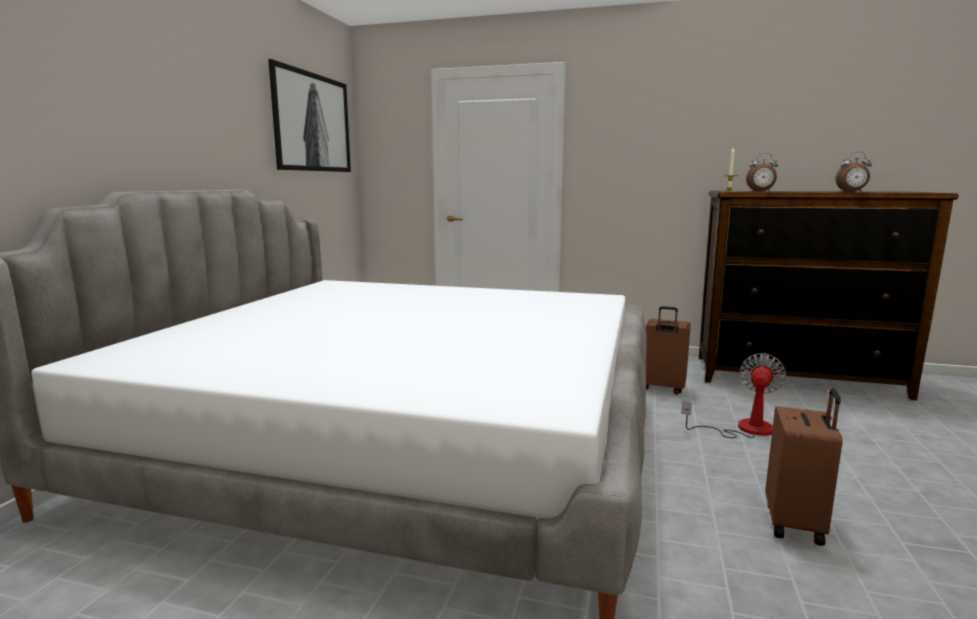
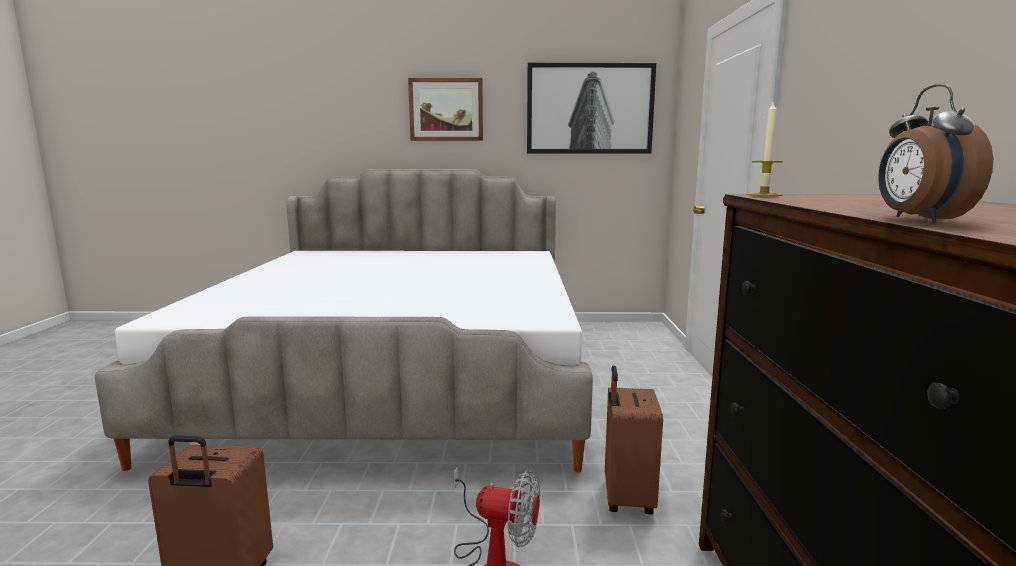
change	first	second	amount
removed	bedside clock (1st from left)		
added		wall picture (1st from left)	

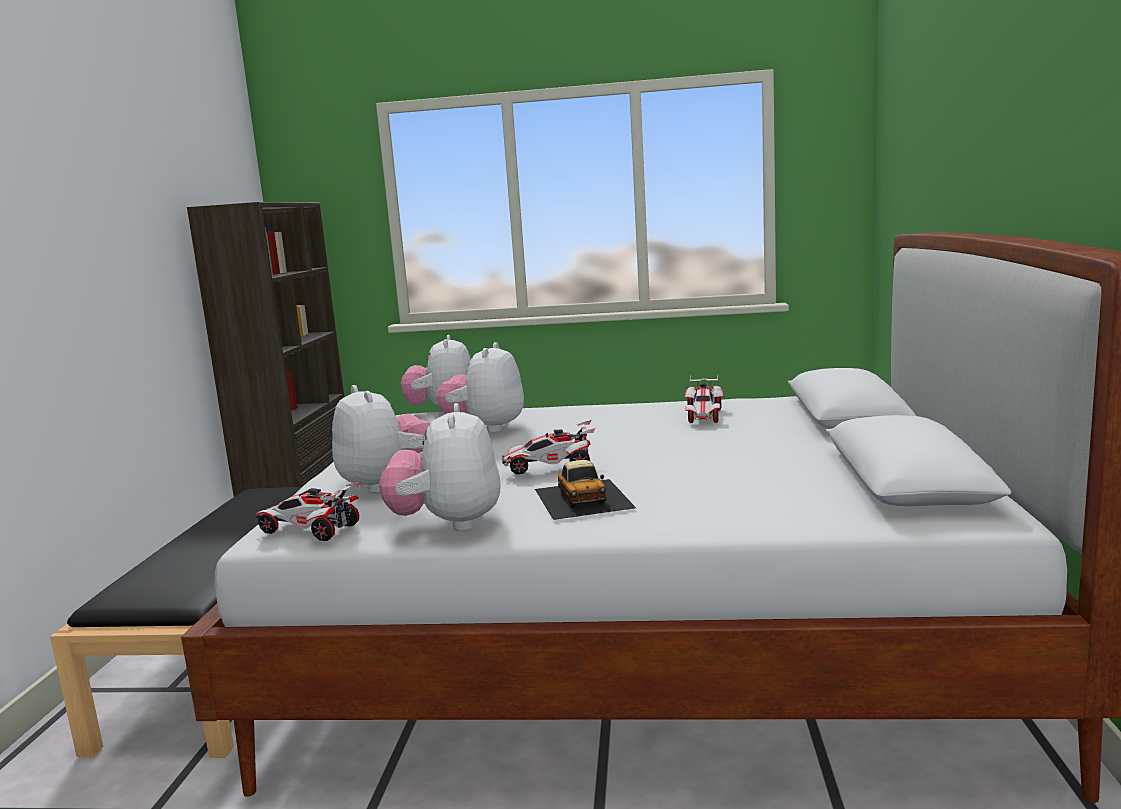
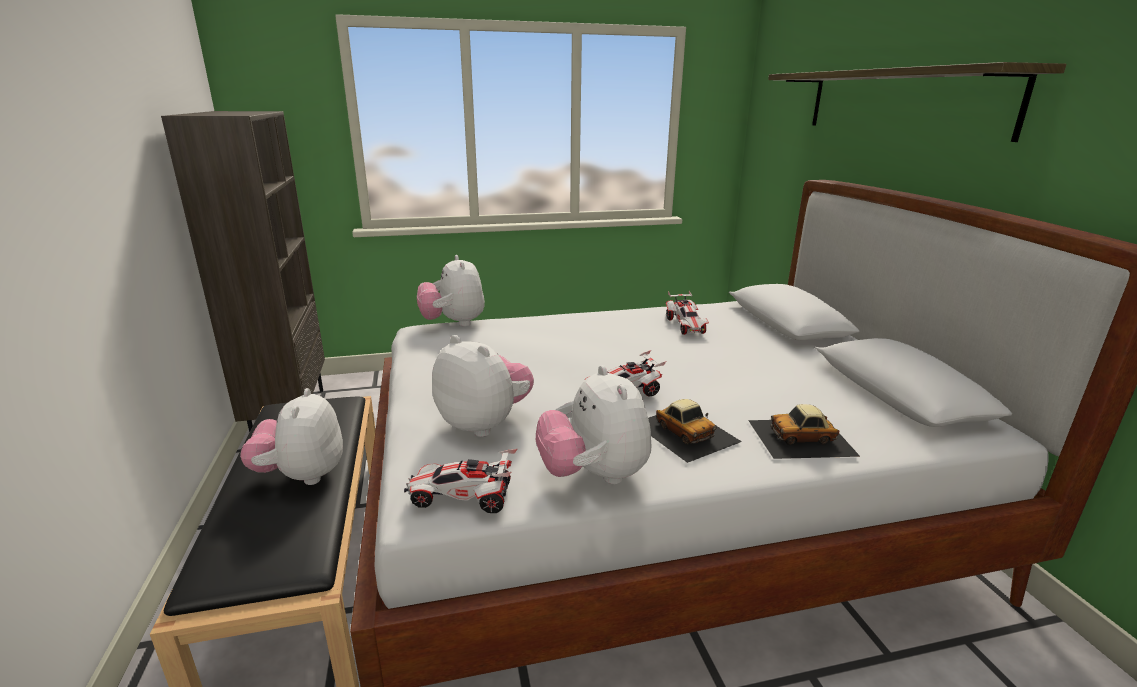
change	first	second	amount
moved	plush toy (4th from left in the first image)	plush toy (1st from left)	
added		shelf	
added		miniature car (5th from left)	

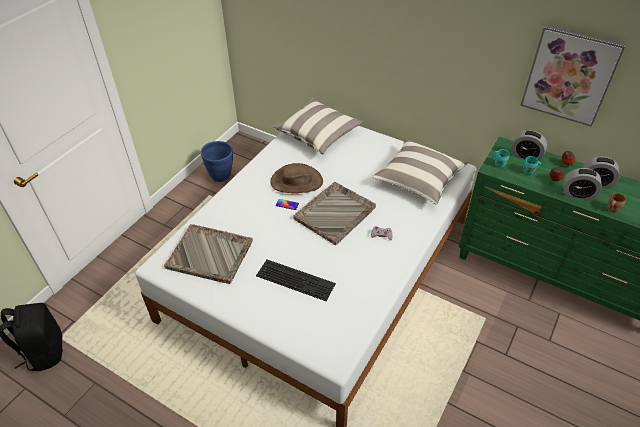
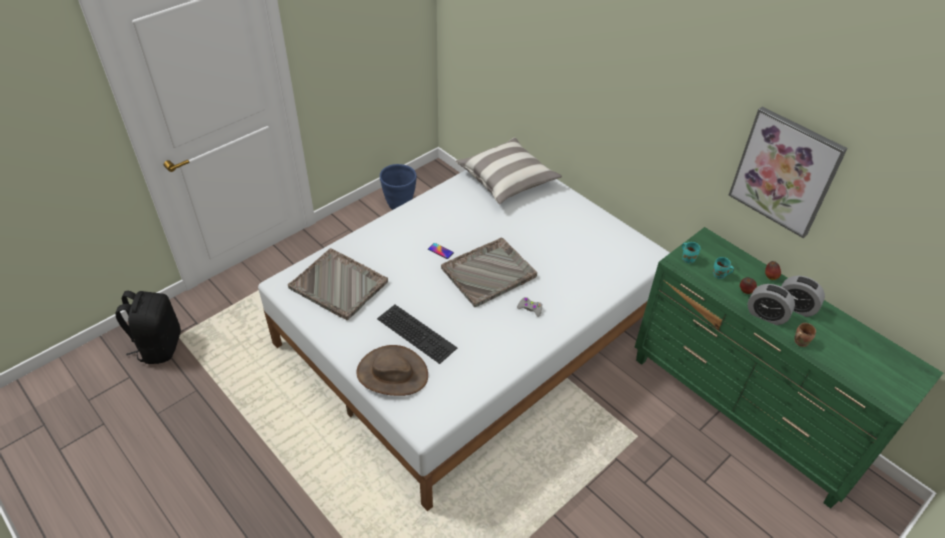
change	first	second	amount
removed	bedside clock (1st from left)		
removed	throw pillow (2nd from left)		
moved	brown-coloured clothing hat		

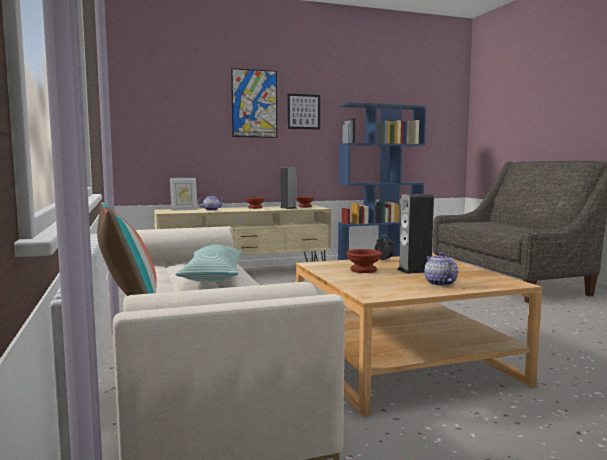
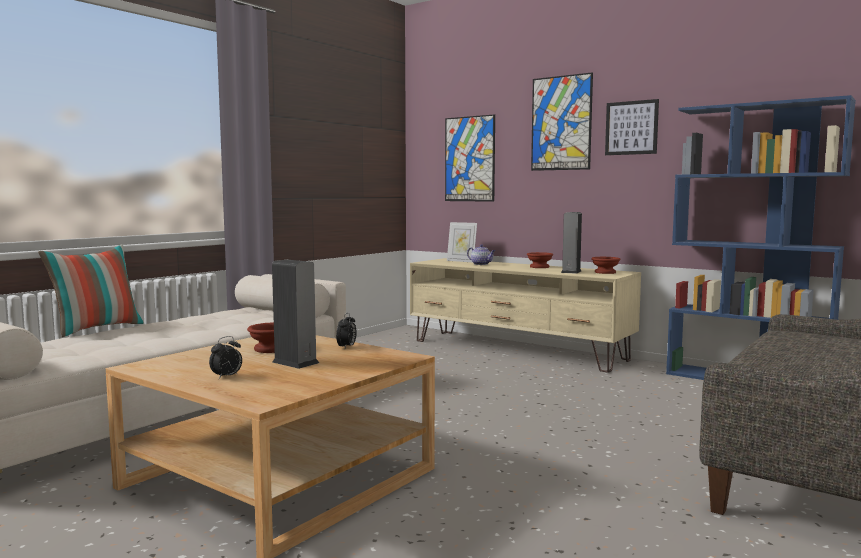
change	first	second	amount
removed	throw pillow (2nd from left)		
replaced	pot for tea (2nd from left)	bedside clock (1st from left)	
added		wall picture (1st from left)	

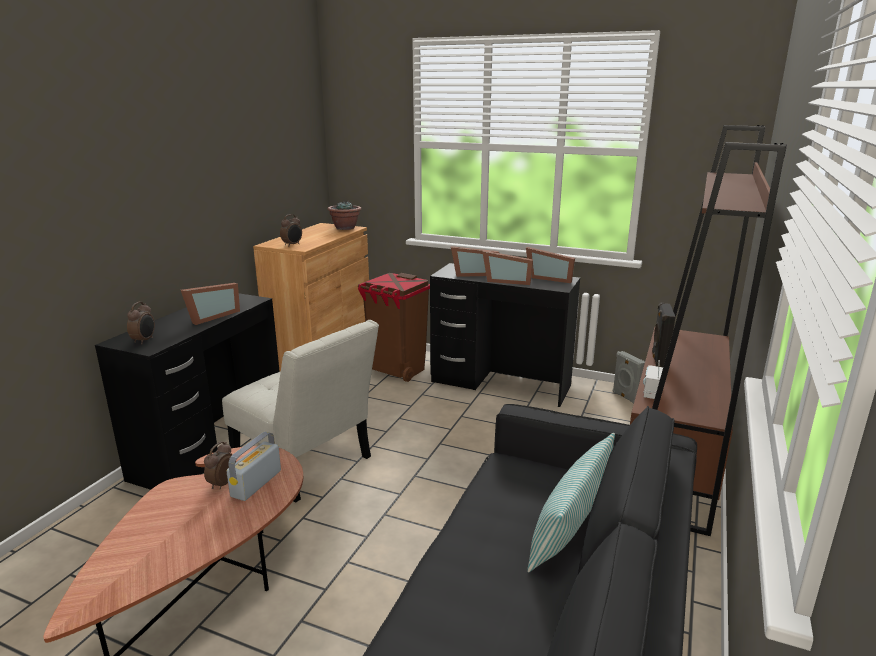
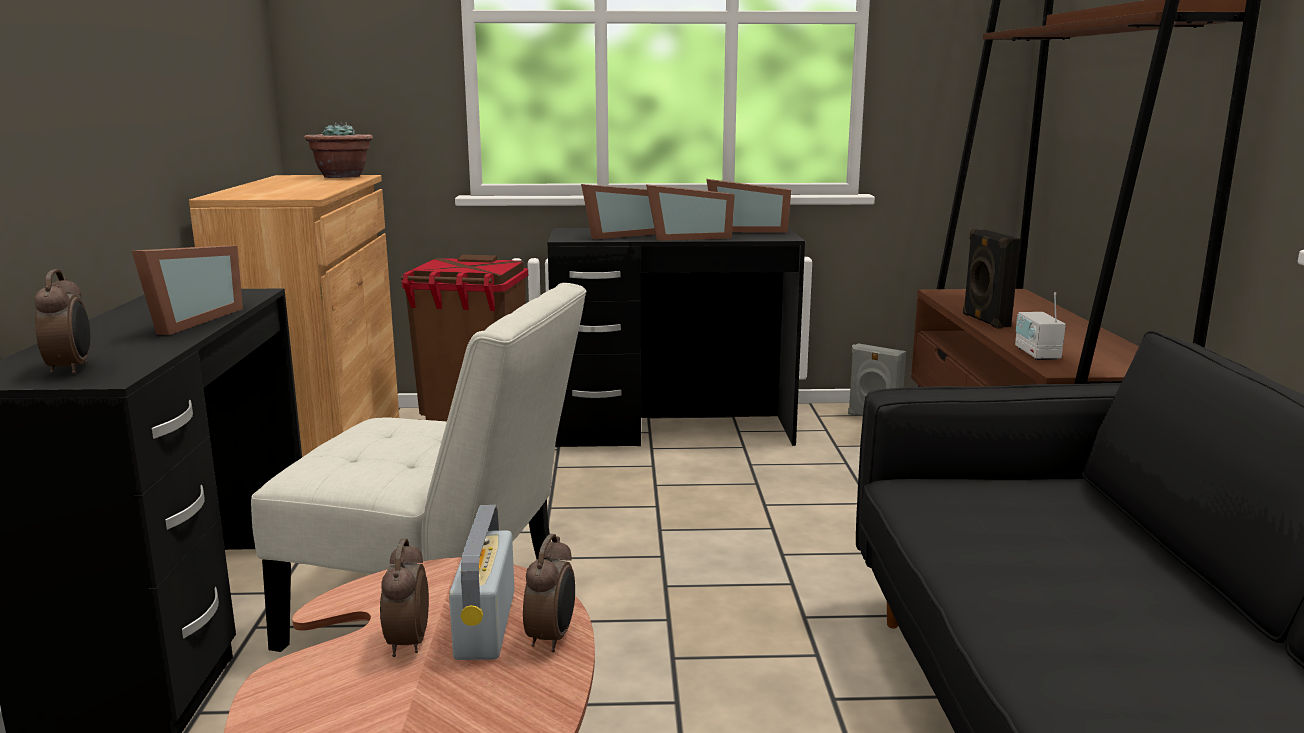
change	first	second	amount
moved	bedside clock (3rd from left)		
removed	throw pillow		

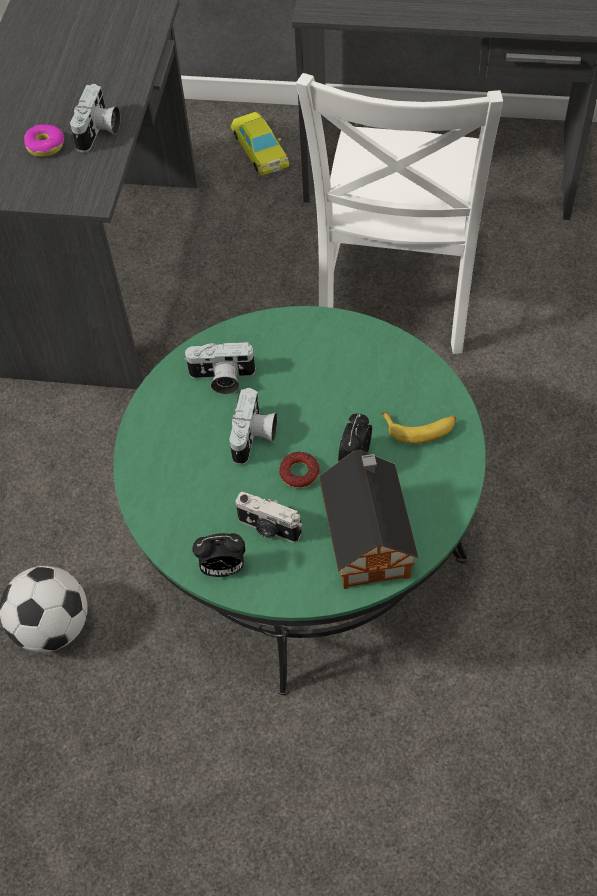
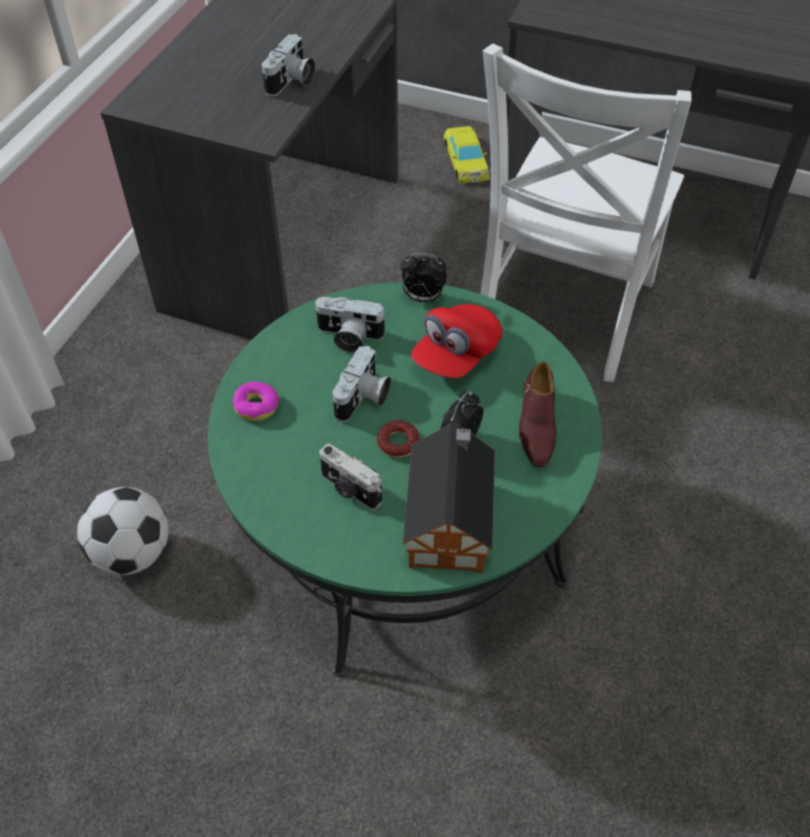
change	first	second	amount
moved	ring doughnut (1st from left)		
replaced	whole banana	brown-coloured item of footwear	
moved	bedside clock (1st from left)		
added		red baseball cap	

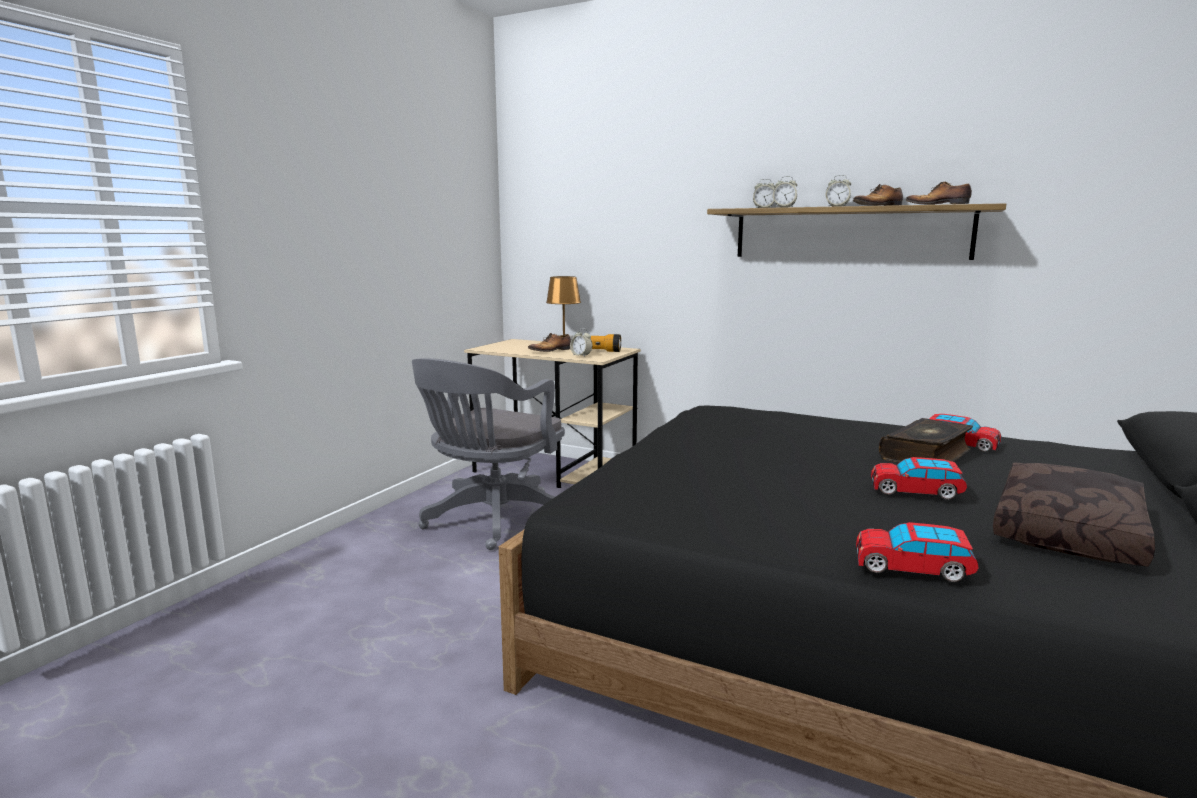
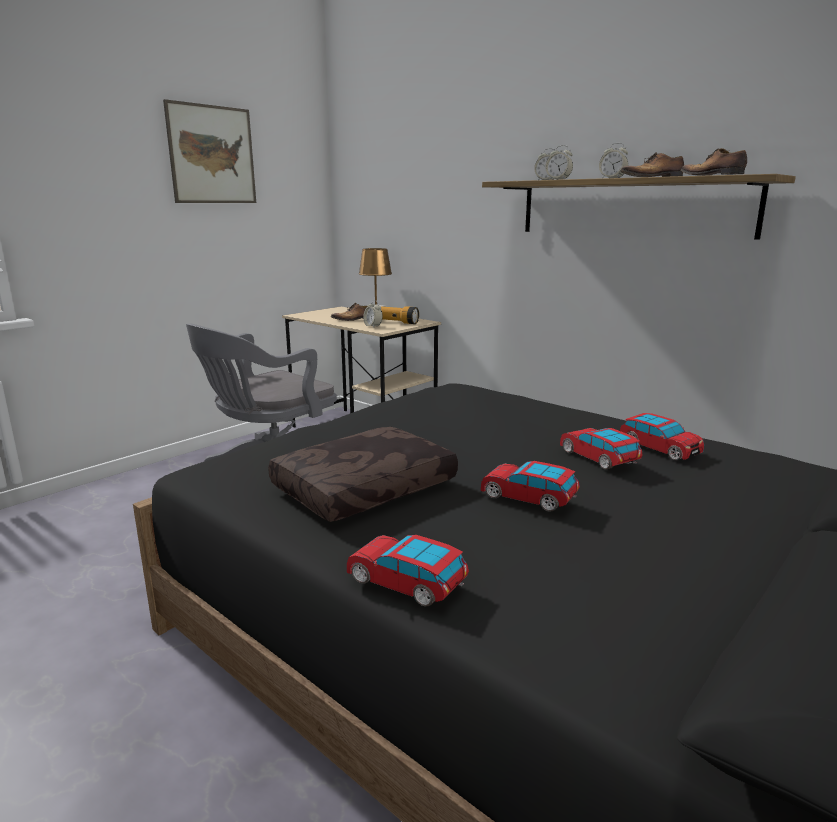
change	first	second	amount
replaced	bound book	miniature car (3rd from left)	
moved	brown-coloured throw pillow		
added		wall picture	

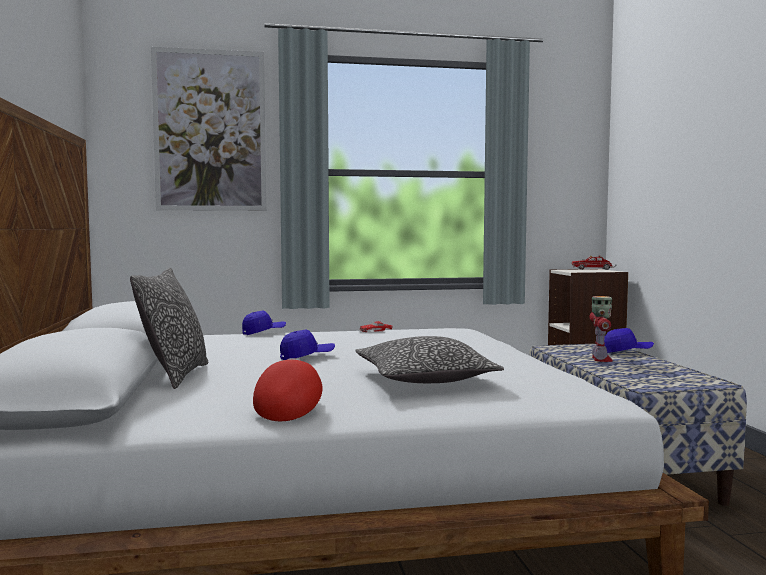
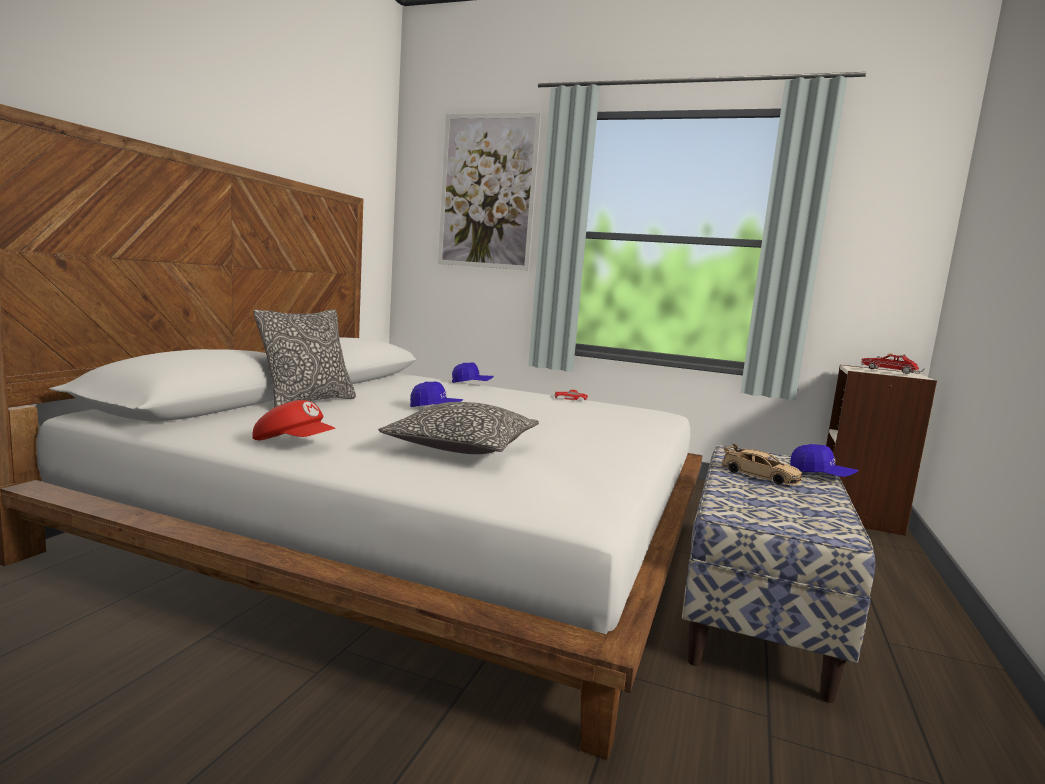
change	first	second	amount
replaced	model robot	sand-coloured miniature car	
turned	red baseball cap		75 degrees clockwise

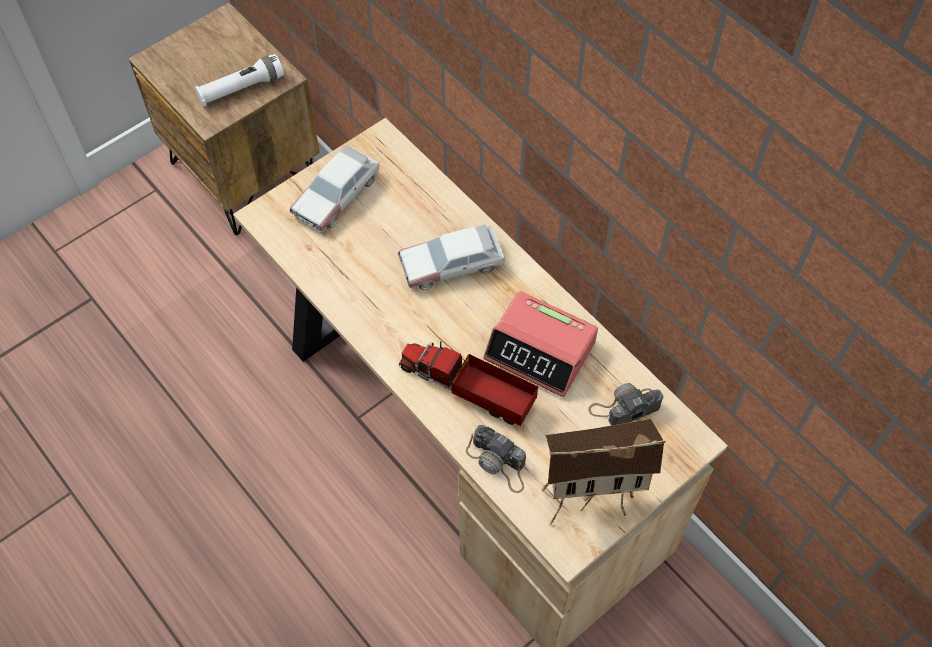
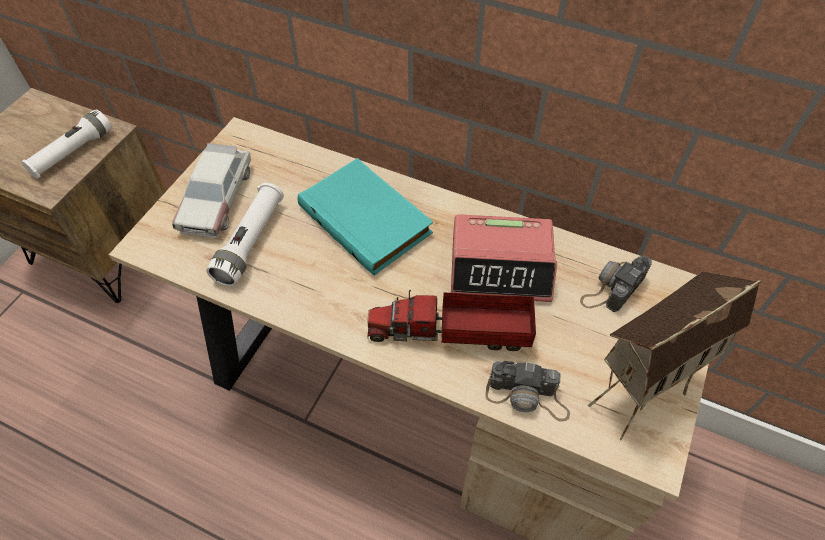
change	first	second	amount
replaced	miniature car (2nd from left)	turquoise-coloured bound book	
added		white-coloured torch (2nd from left)	

